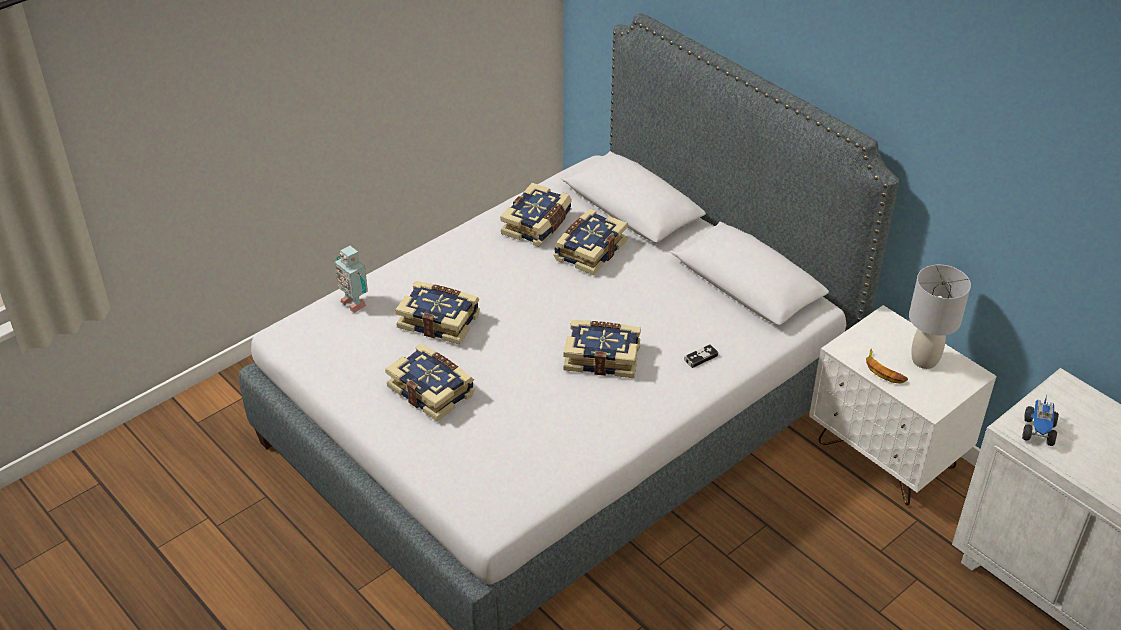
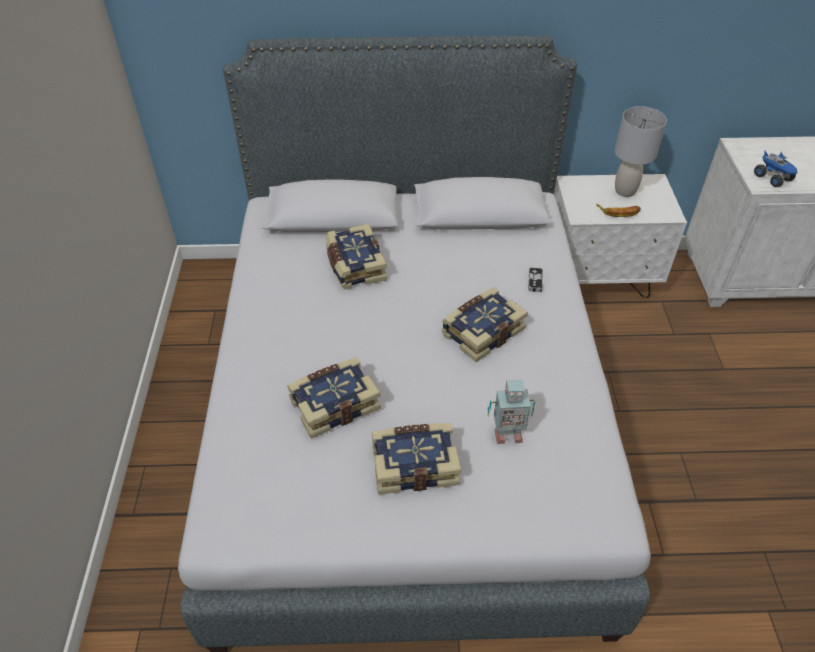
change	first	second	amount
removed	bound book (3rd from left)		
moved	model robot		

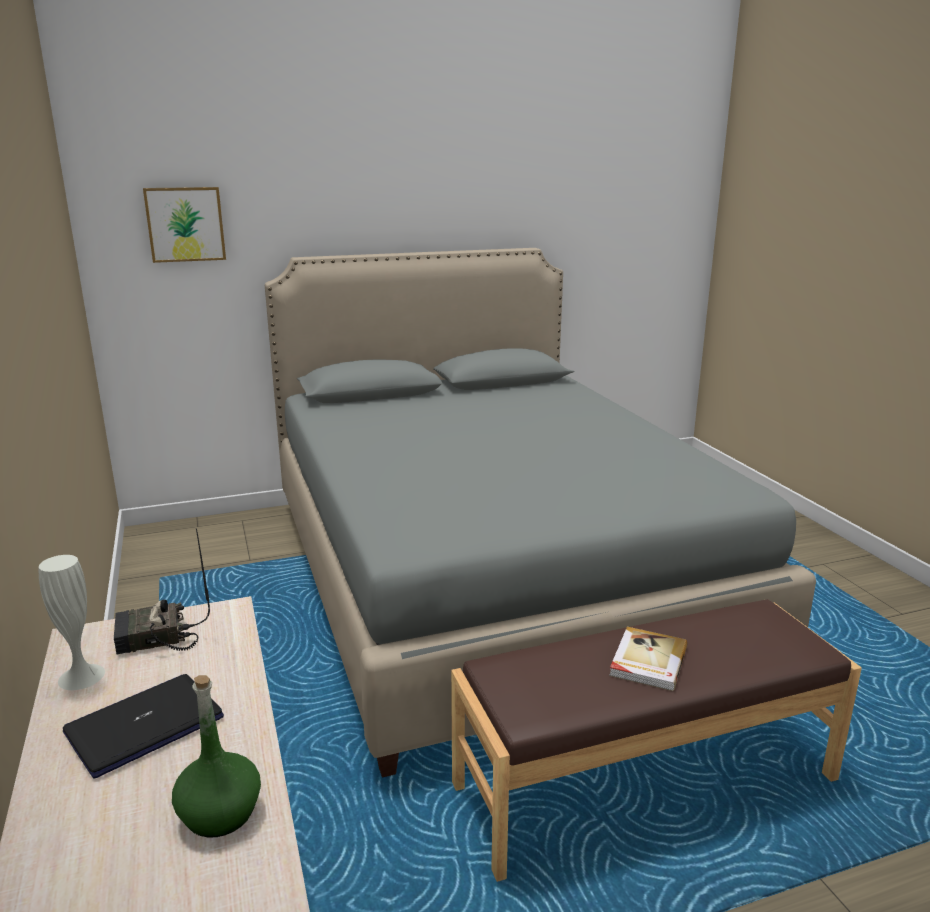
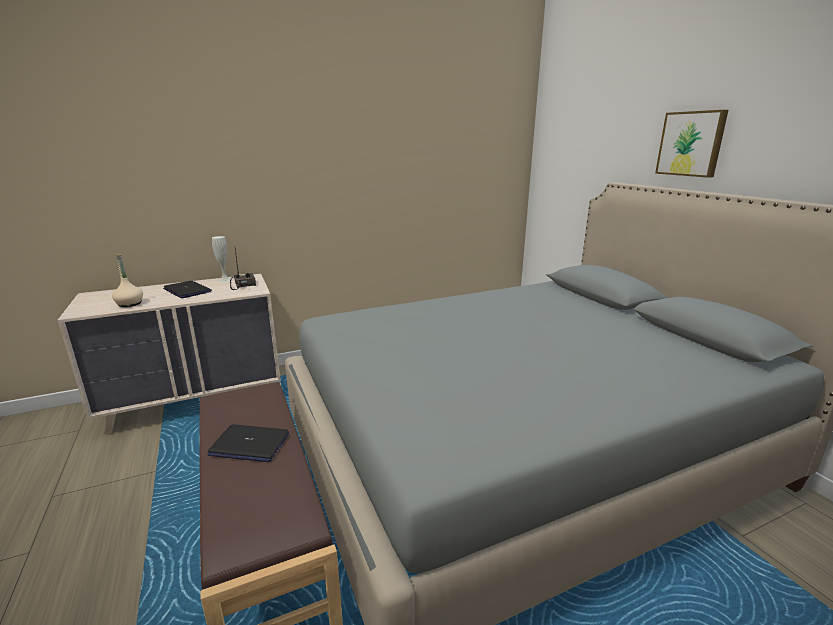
change	first	second	amount
moved	wall picture		
replaced	bound book	portable computer (2nd from left)	
recoloured	green bottle	sand-coloured bottle	

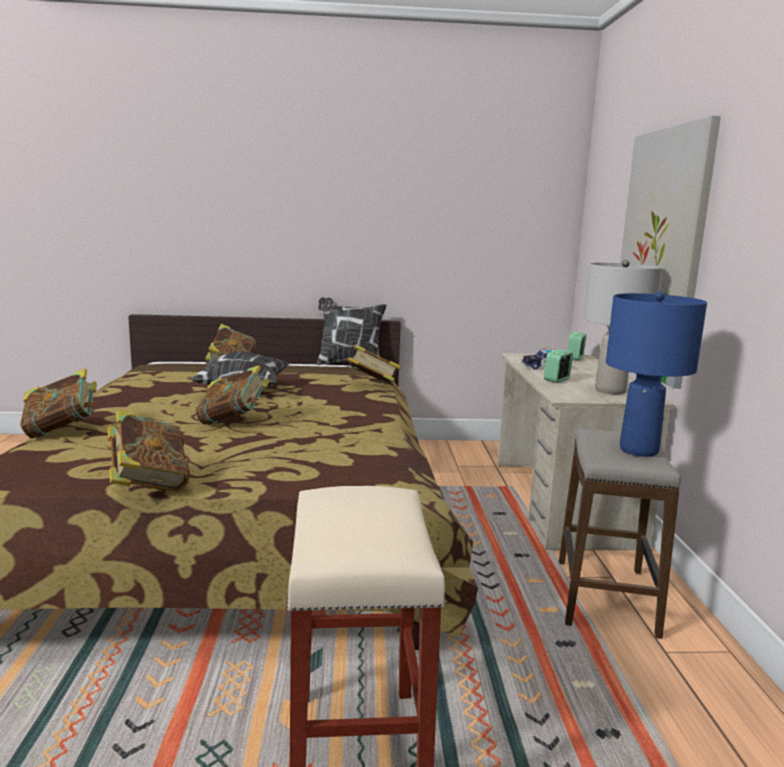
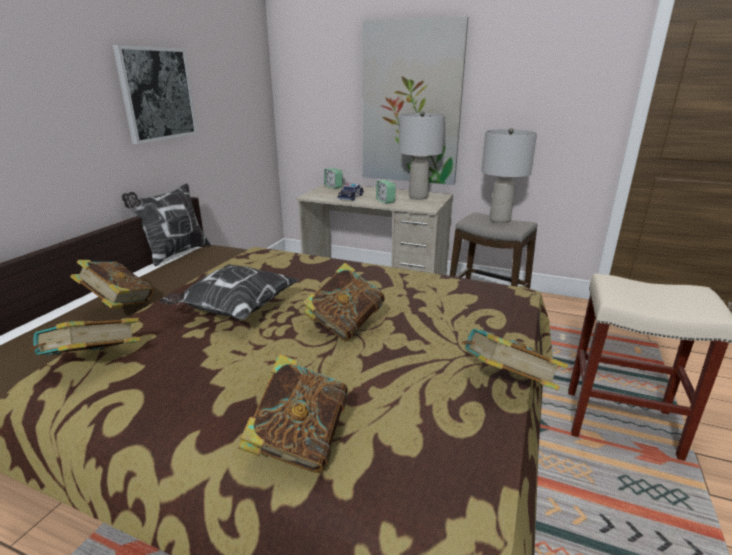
change	first	second	amount
recoloured	blue-coloured table lamp	gray table lamp (2nd from left)	
moved	bound book (5th from left in the first image)	bound book (1st from left)	
added		wall picture (1st from left)	

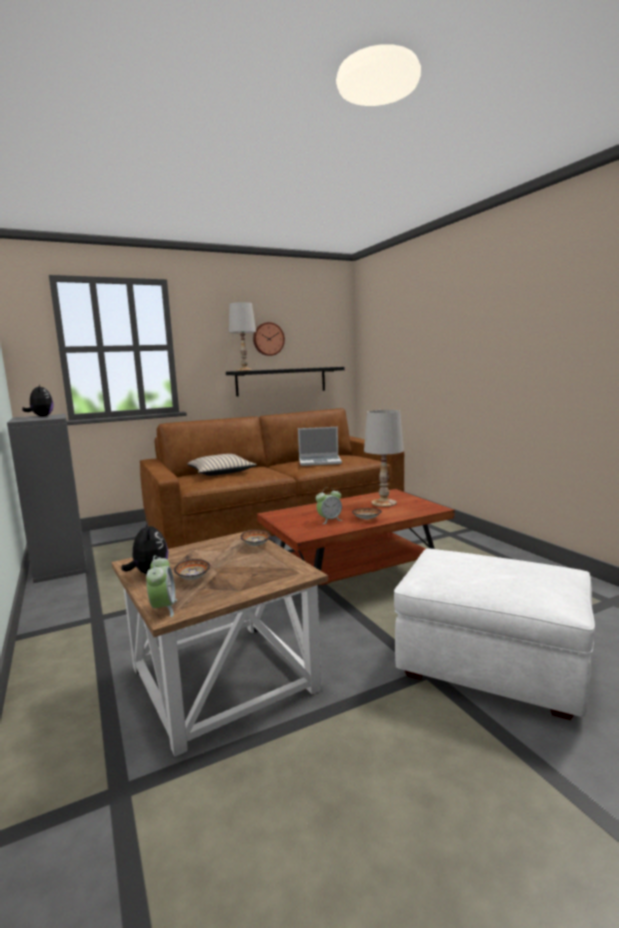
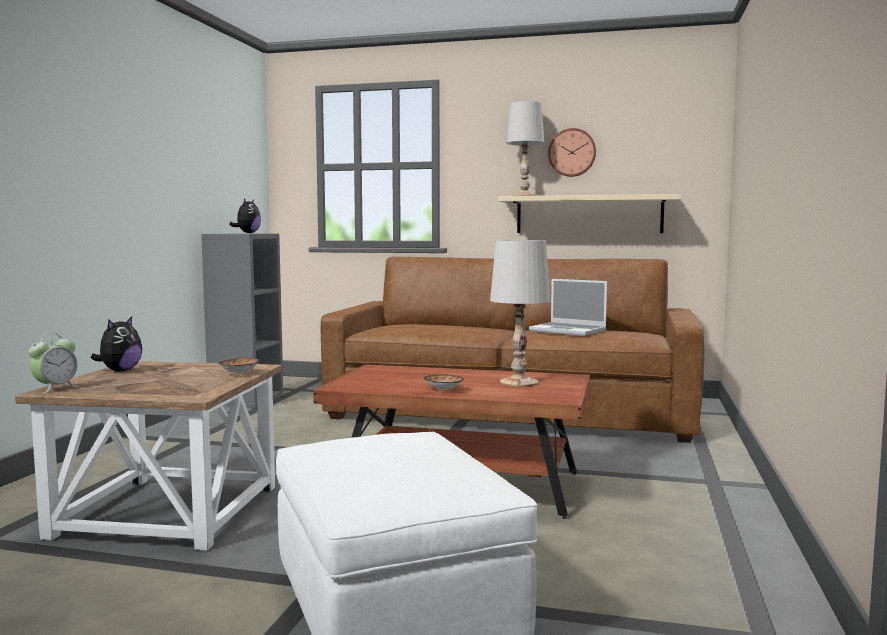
change	first	second	amount
recoloured	black-coloured shelf	sand-coloured shelf	
removed	sand-coloured throw pillow		
removed	bedside clock (2nd from left)		
removed	deep dish (1st from left)		

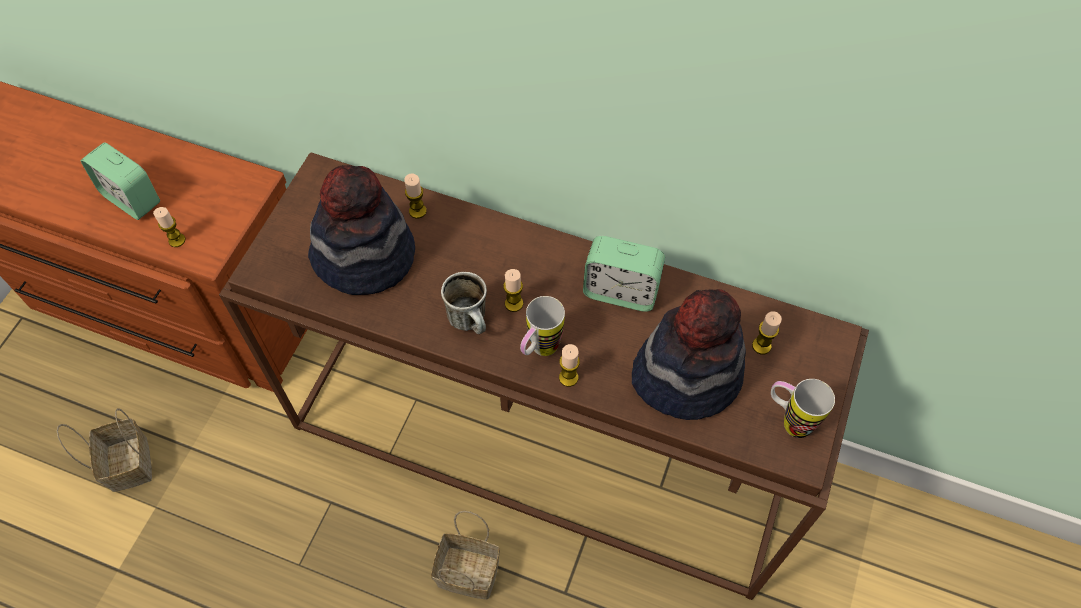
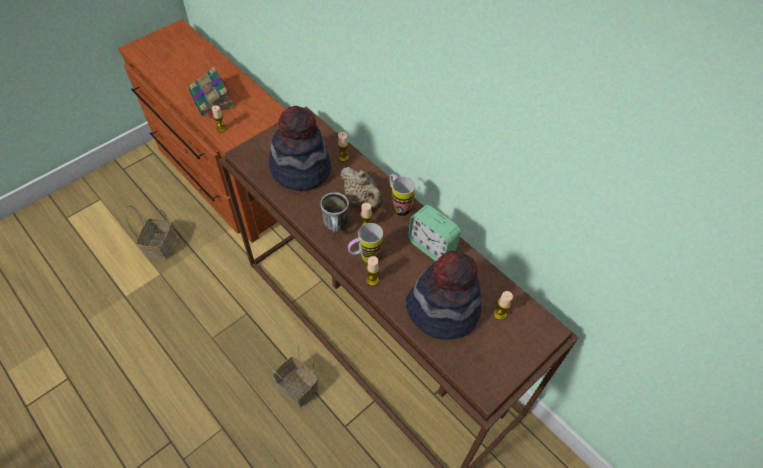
change	first	second	amount
replaced	bedside clock (1st from left)	bound book	
moved	tea mug (3rd from left)		
added		sand-coloured pot for tea	

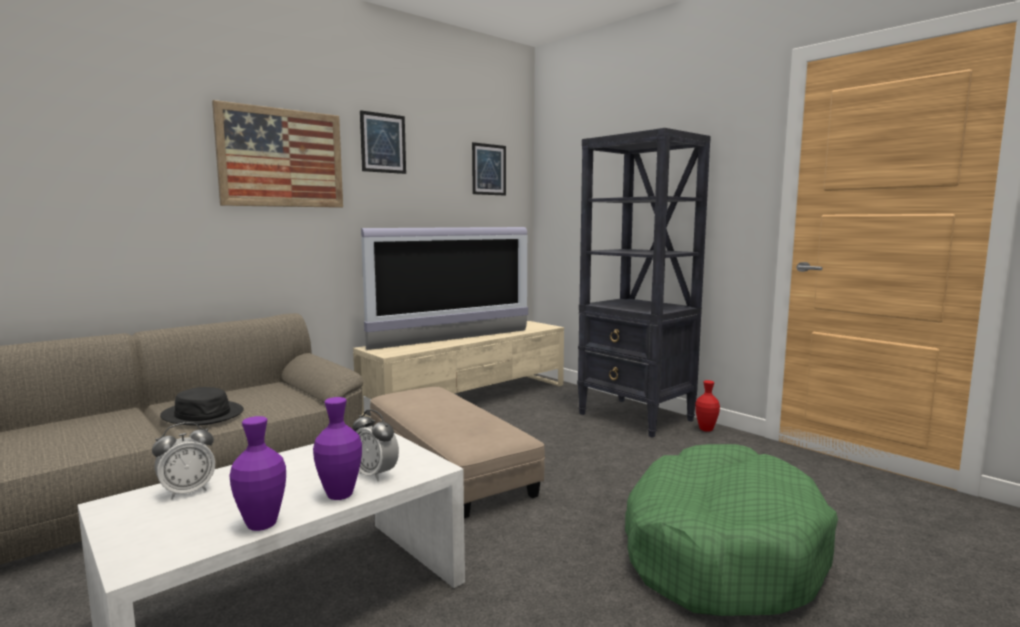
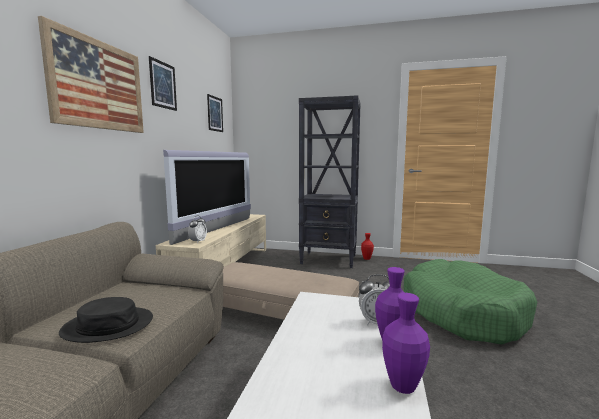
change	first	second	amount
moved	bedside clock (1st from left)		

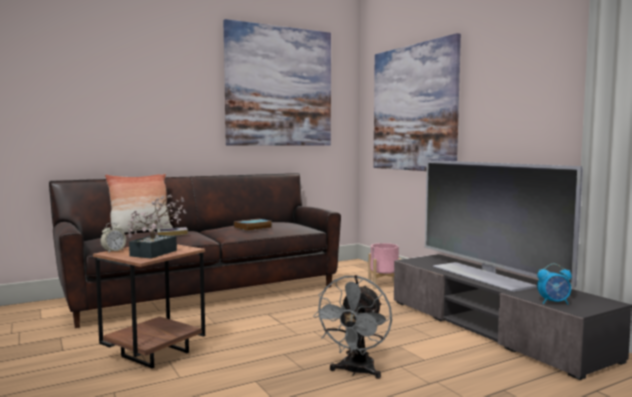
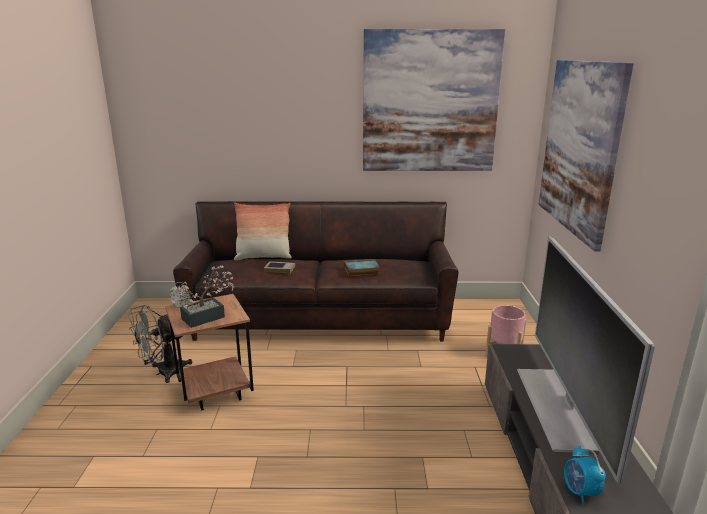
change	first	second	amount
turned	bedside clock (2nd from left)		45 degrees clockwise
moved	gray fan		

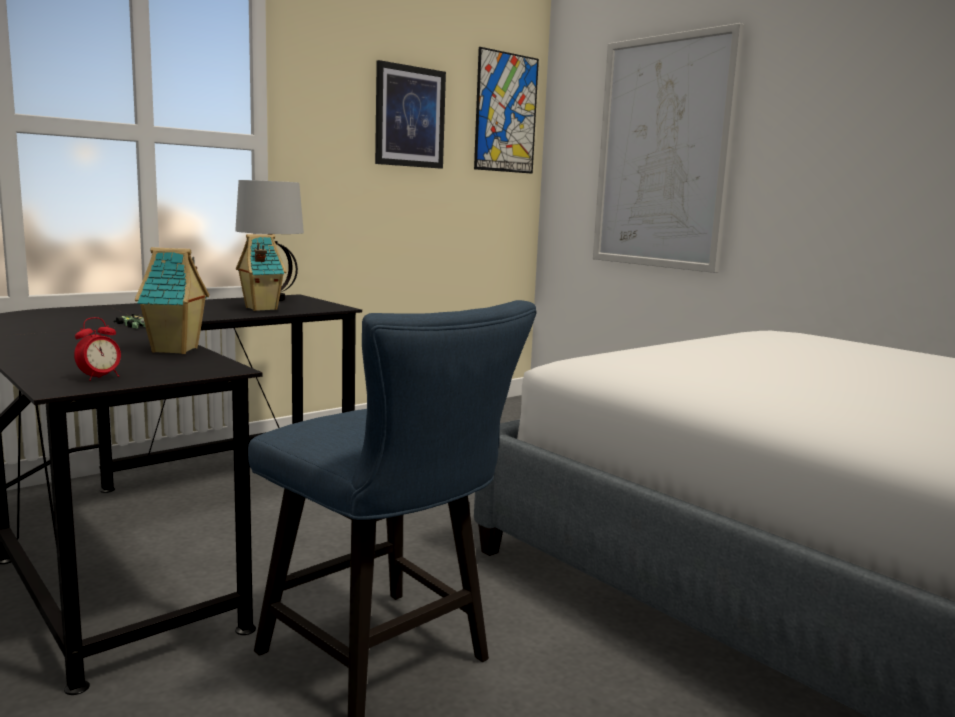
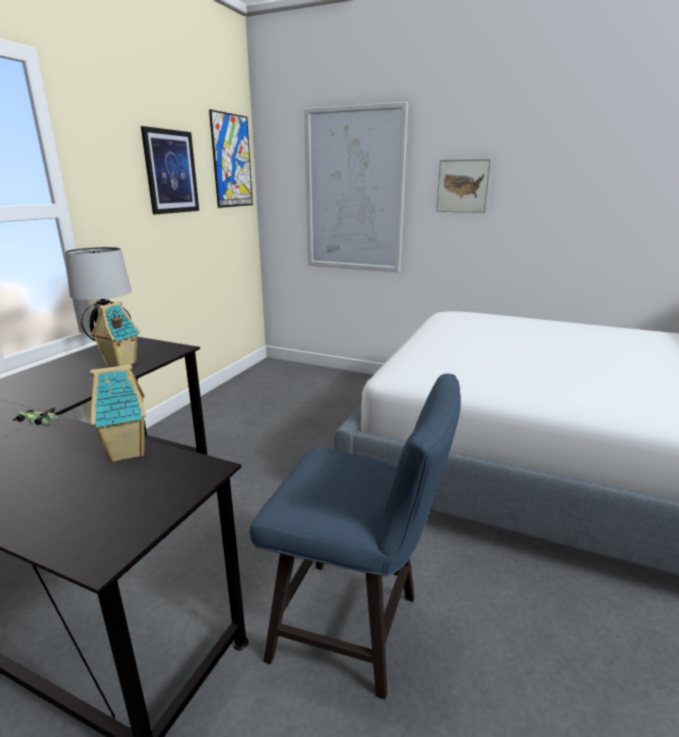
change	first	second	amount
removed	bedside clock		
added		wall picture (4th from left)	

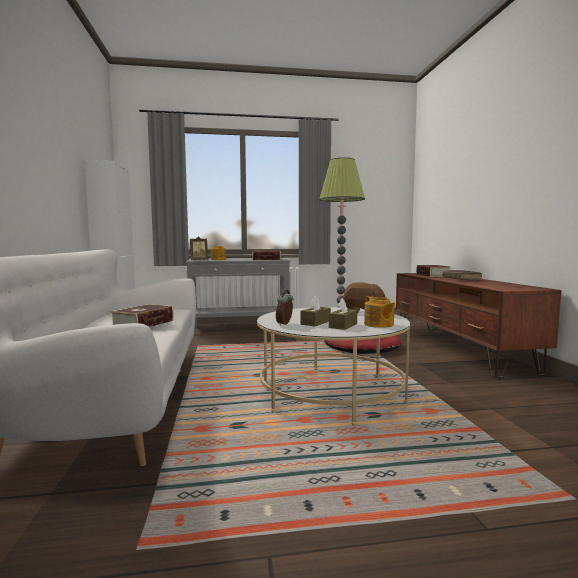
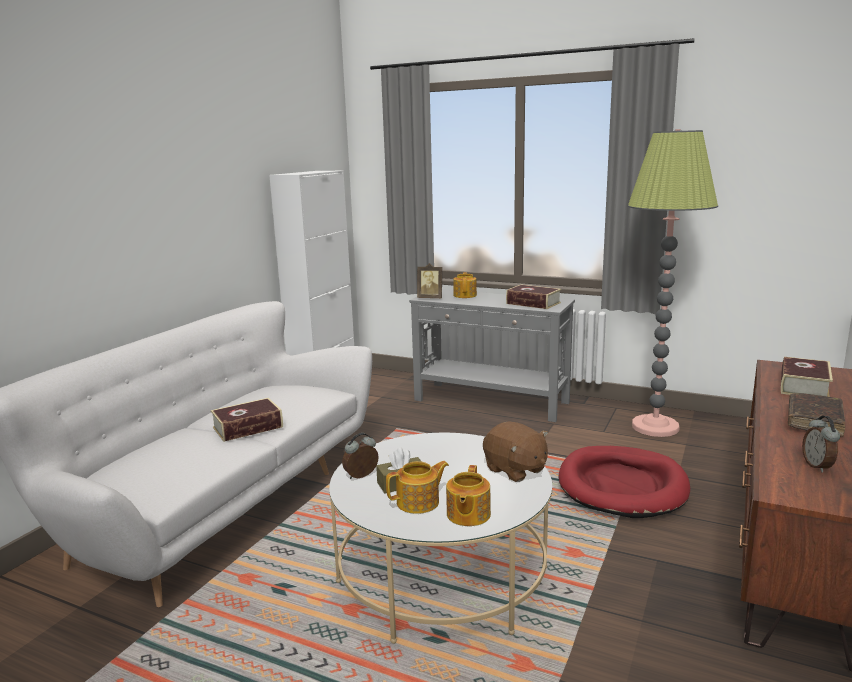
change	first	second	amount
replaced	brown-coloured tissue holder (2nd from left)	pot for tea (1st from left)	
added		bedside clock (2nd from left)	

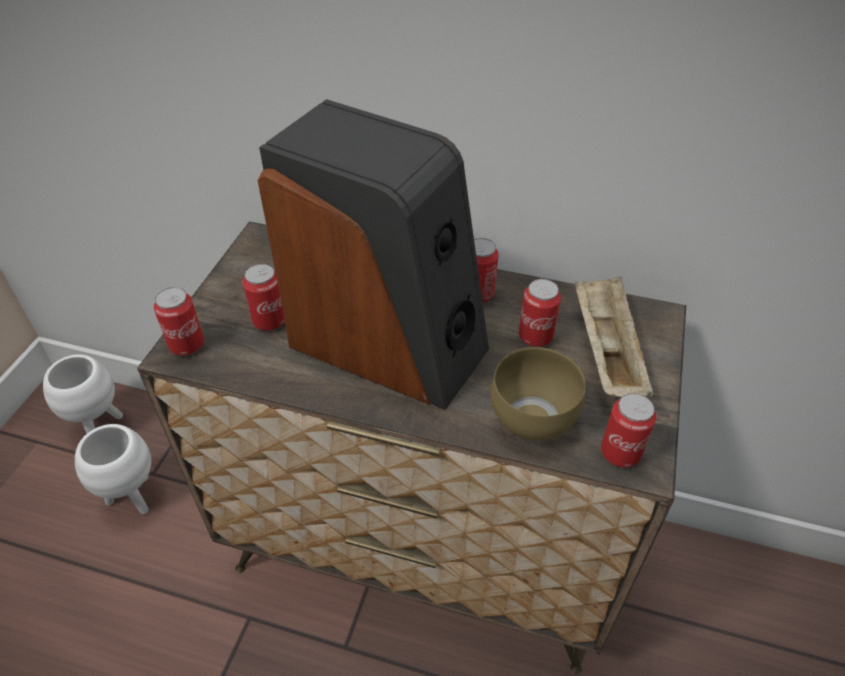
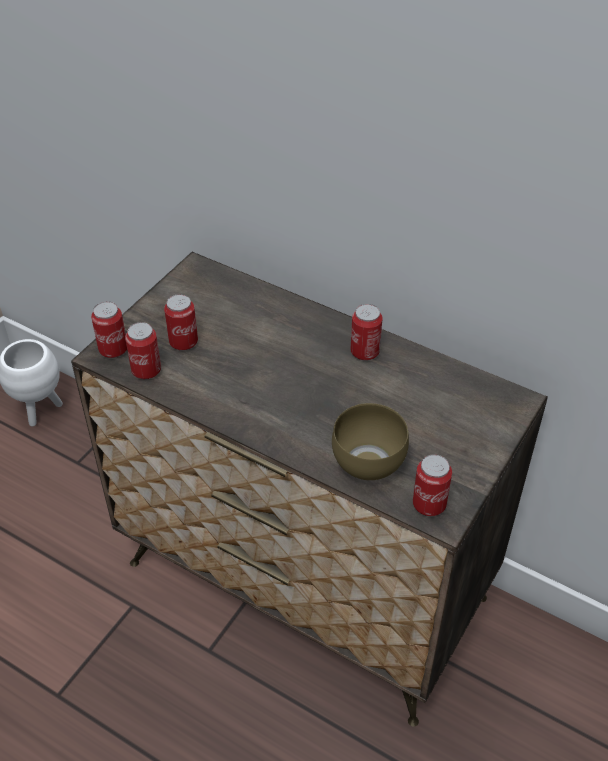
change	first	second	amount
removed	audio speaker		
removed	sand-coloured tray		
moved	metal can (4th from left in the first image)	metal can (2nd from left)	
removed	white-coloured plant pot (2nd from left)		

